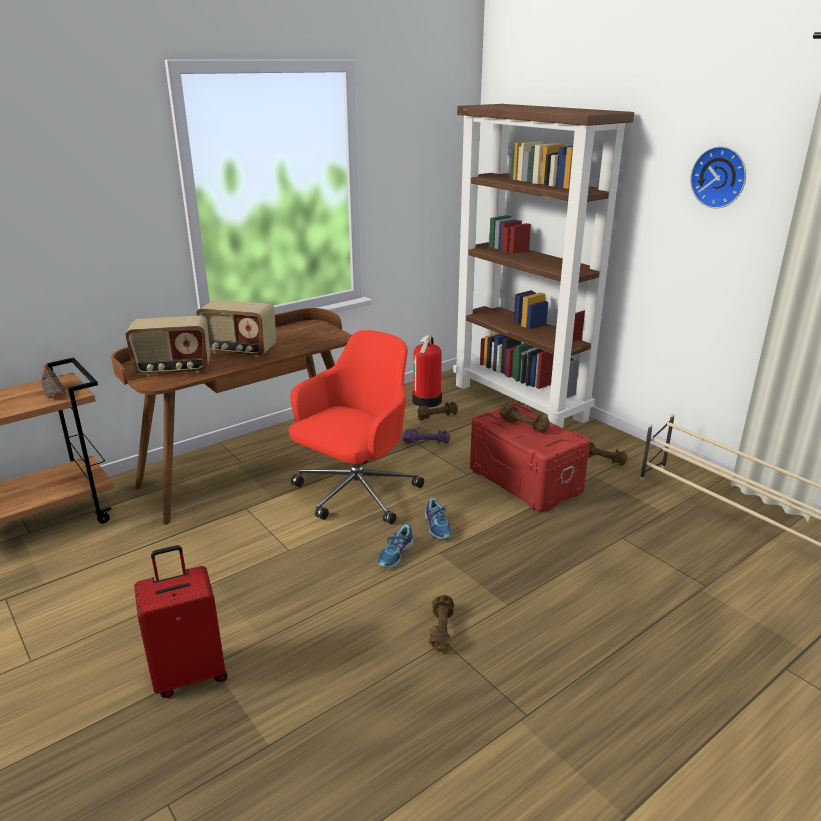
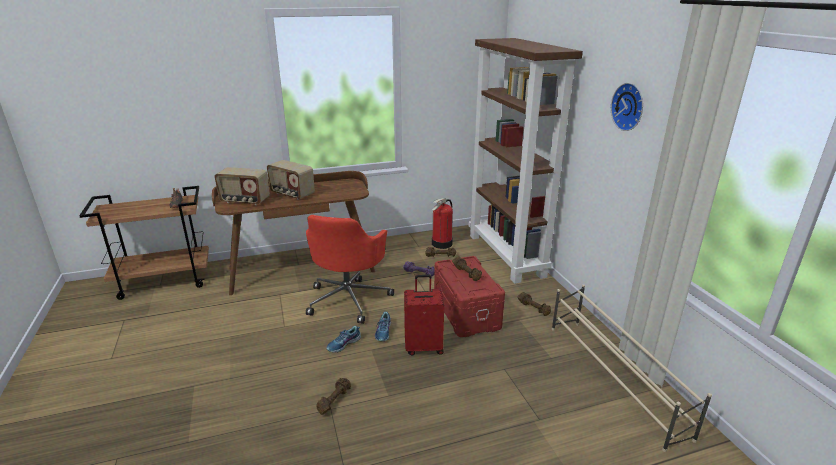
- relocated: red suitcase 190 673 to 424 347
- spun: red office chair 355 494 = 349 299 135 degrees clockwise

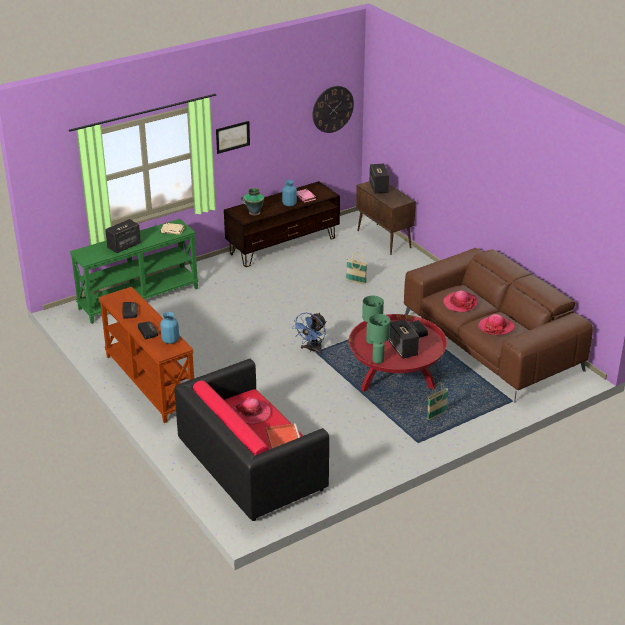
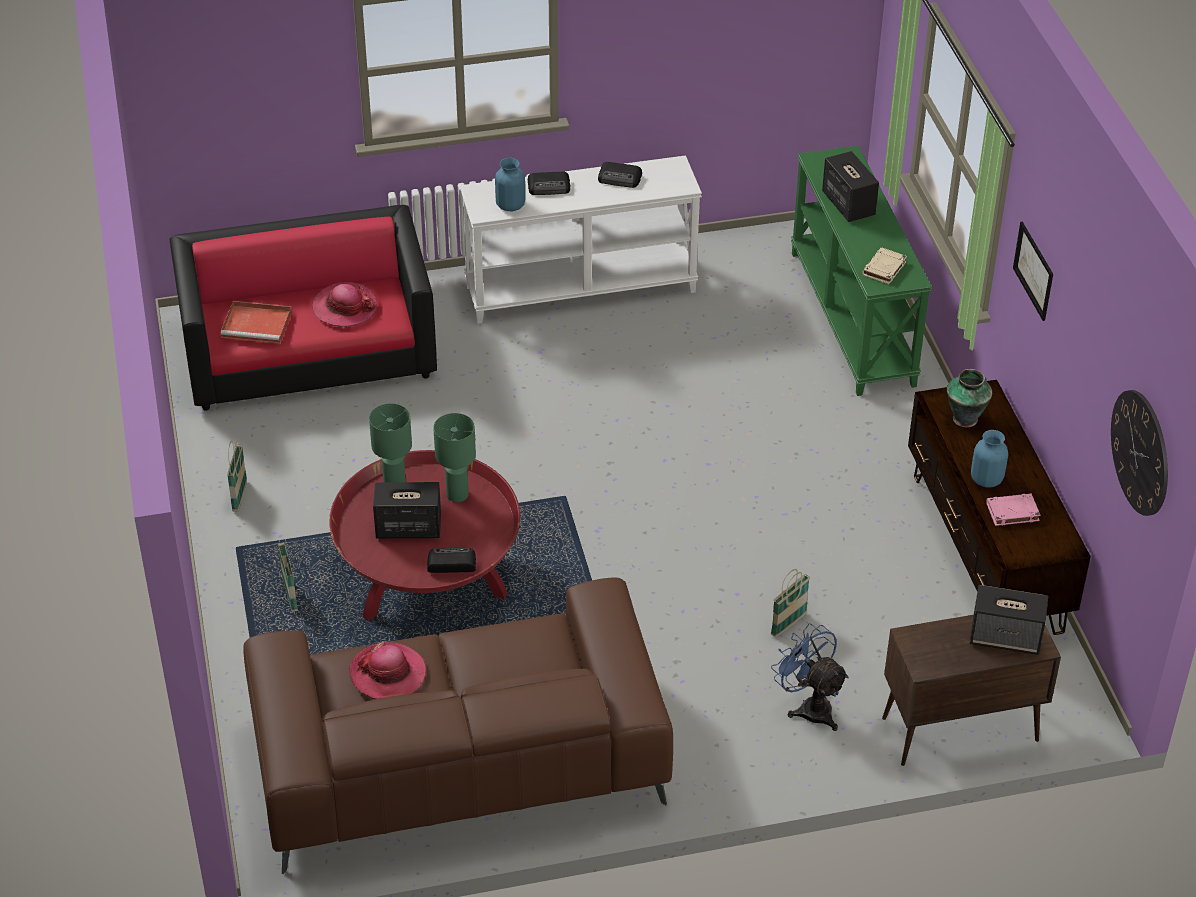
- missing: hat 460 303
- appeared: basket 239 496
- relocated: blue fan 312 350 to 809 707
- colour: brown console table 149 383 to white console table 581 288

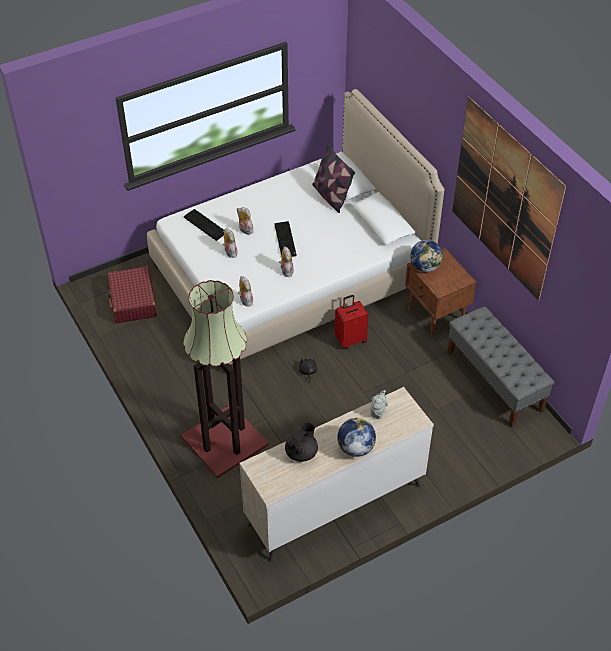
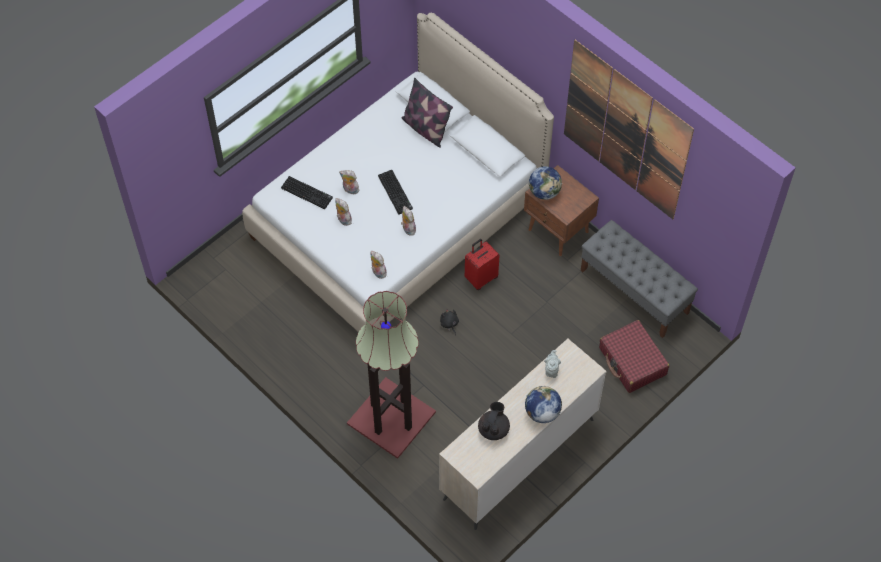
- relocated: red suitcase 133 301 to 632 361

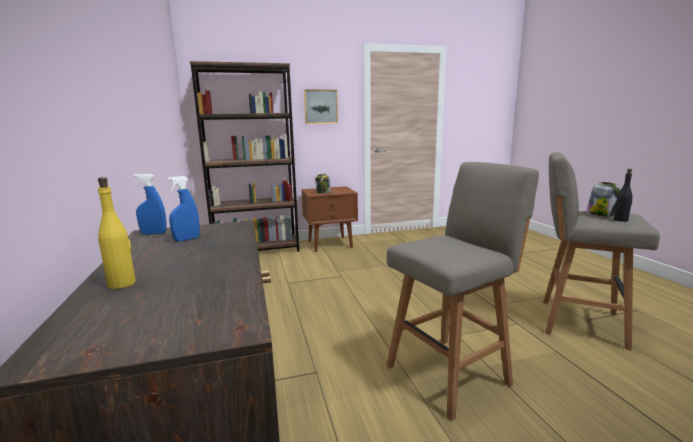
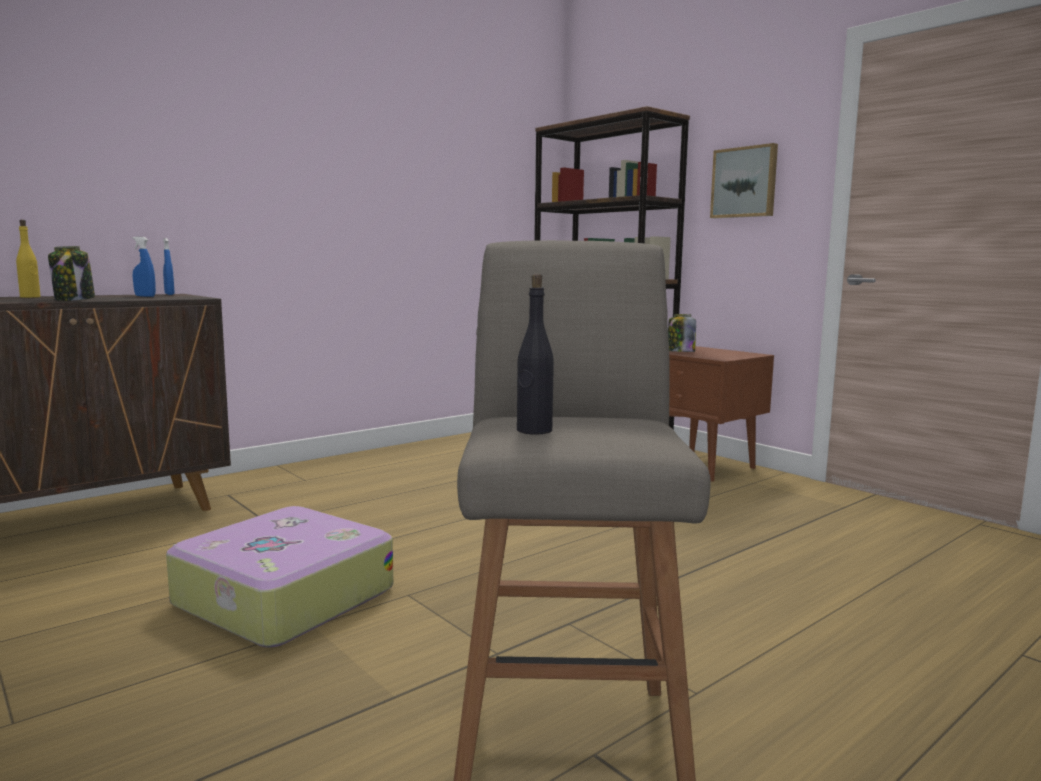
- relocated: jar 600 214 to 74 299
- exchanged: grey stool 450 373 to suitcase 282 597

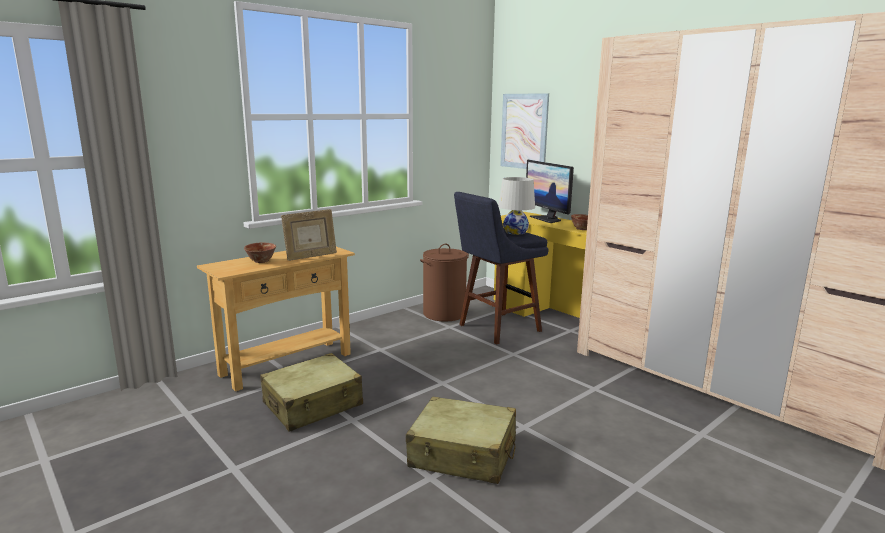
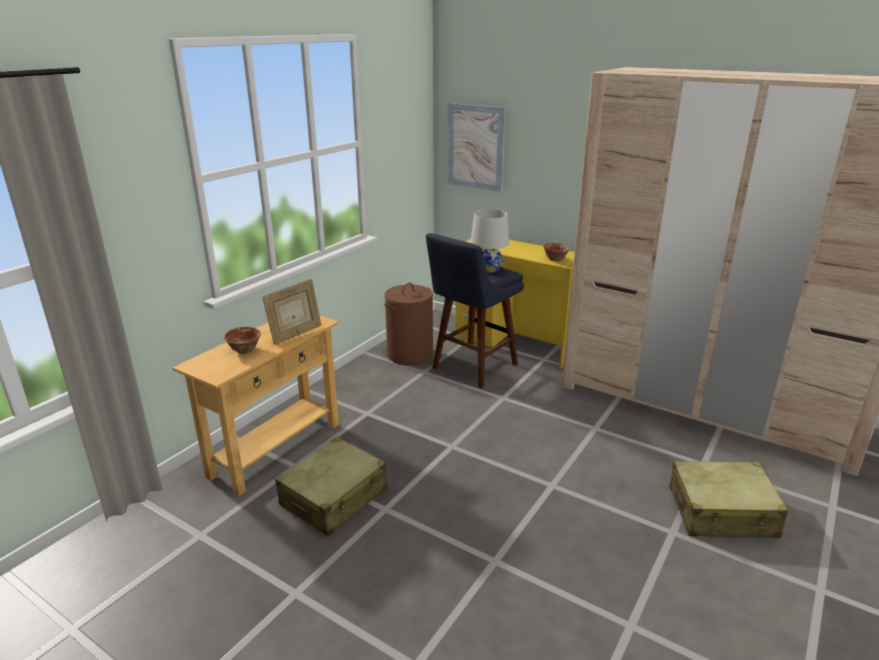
- missing: monitor 547 219
- relocated: beige suitcase 463 454 to 722 512

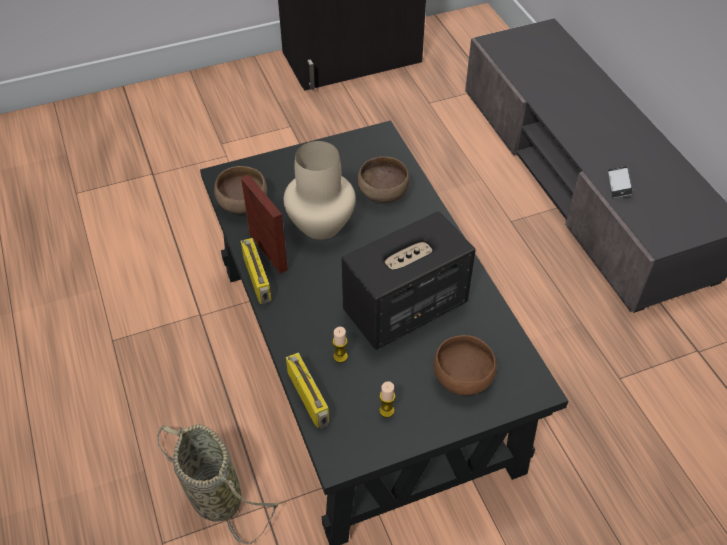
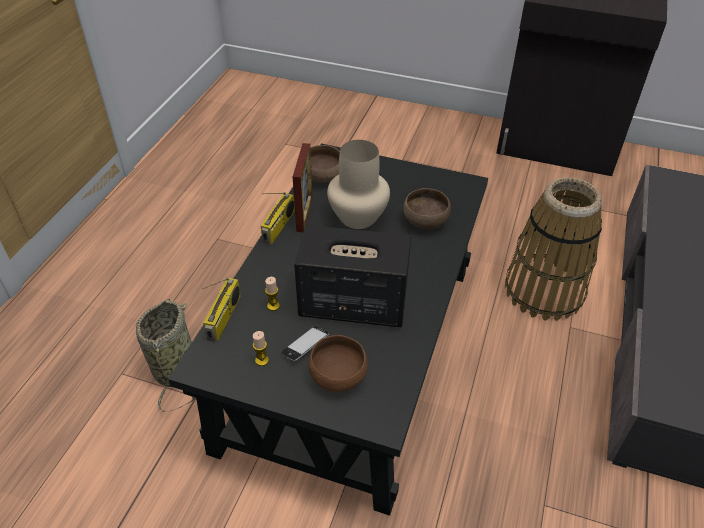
- appeared: basket 544 291
- relocated: phone 619 185 to 305 346

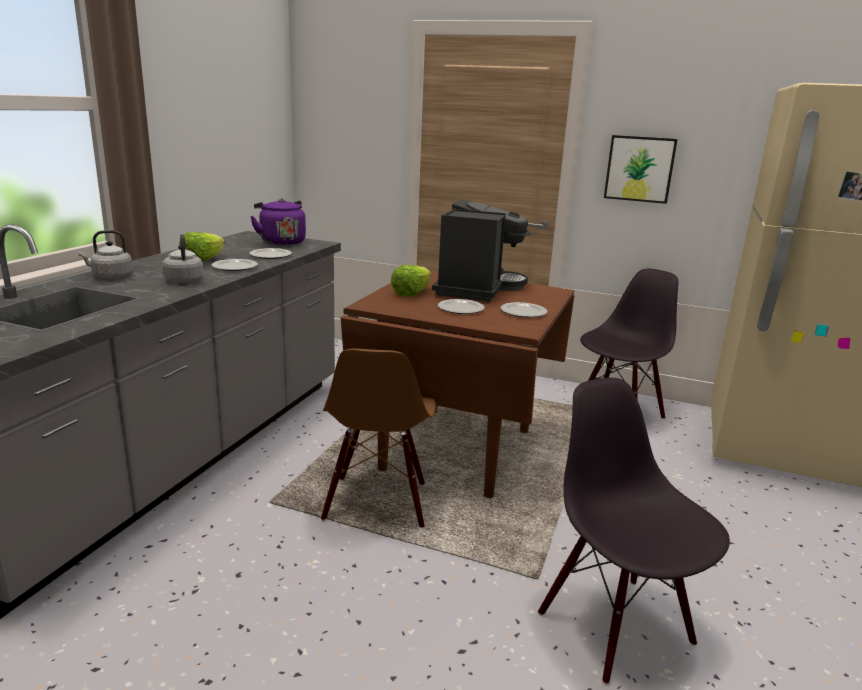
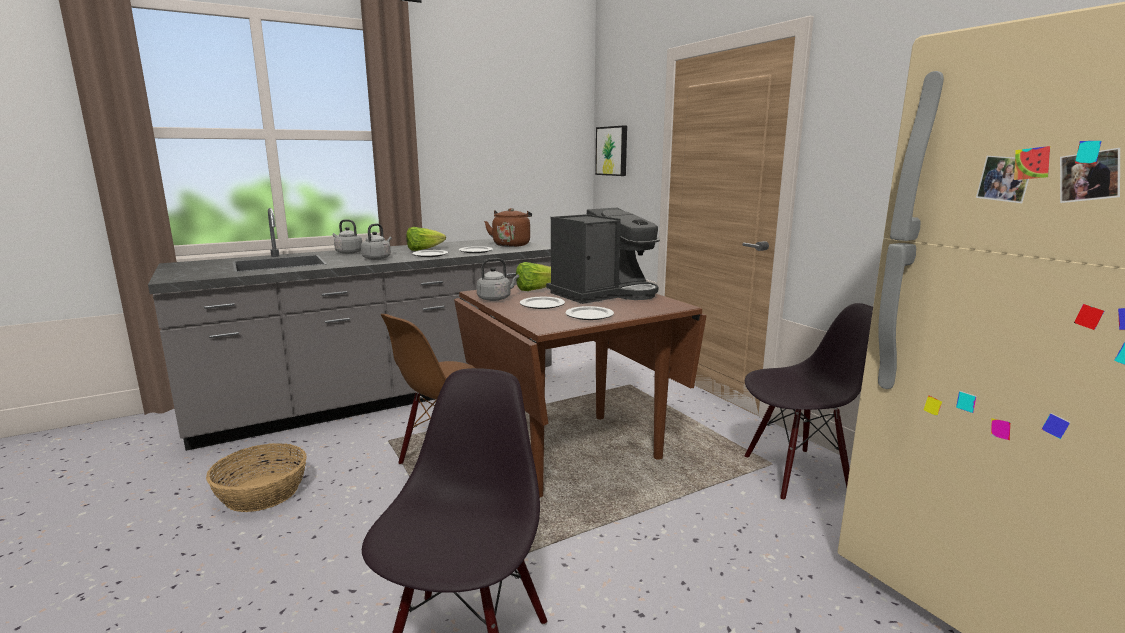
- appeared: basket 262 492
- appeared: grey kettle 496 298
- relocated: picture 639 169 to 612 151
- colour: purple kettle 281 242 to brown kettle 511 244

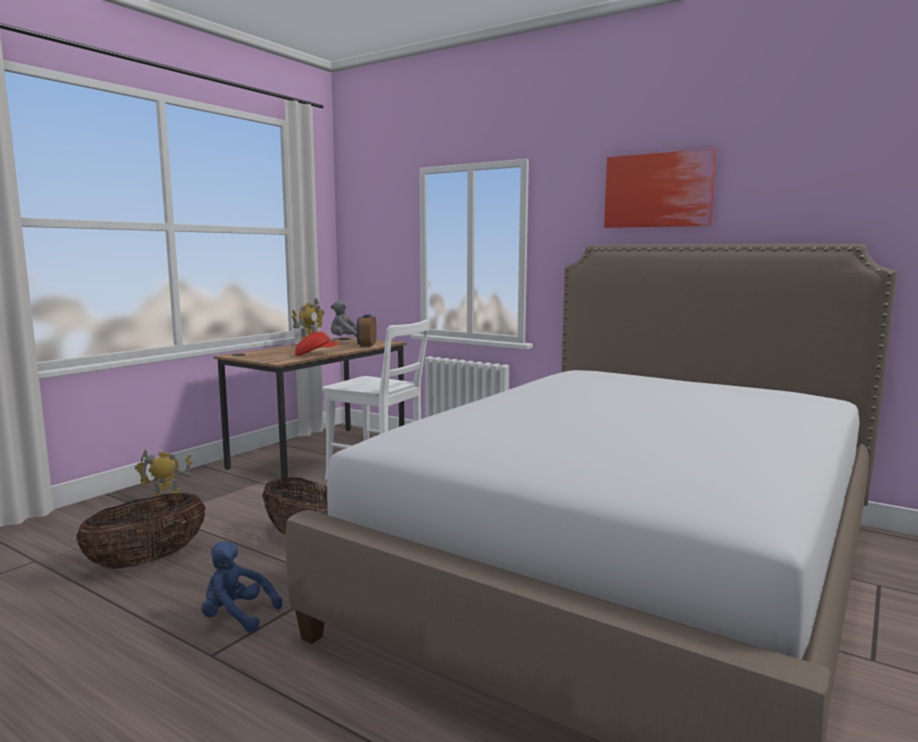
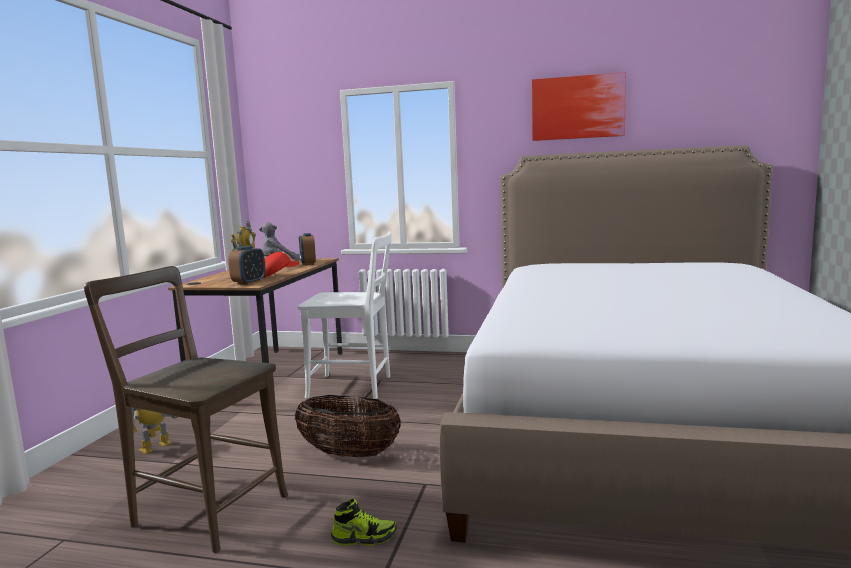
- appeared: alarm clock 249 282
- exchanged: basket 147 561 to brown chair 205 509
- exchanged: blue plush toy 236 616 to shoe 364 538

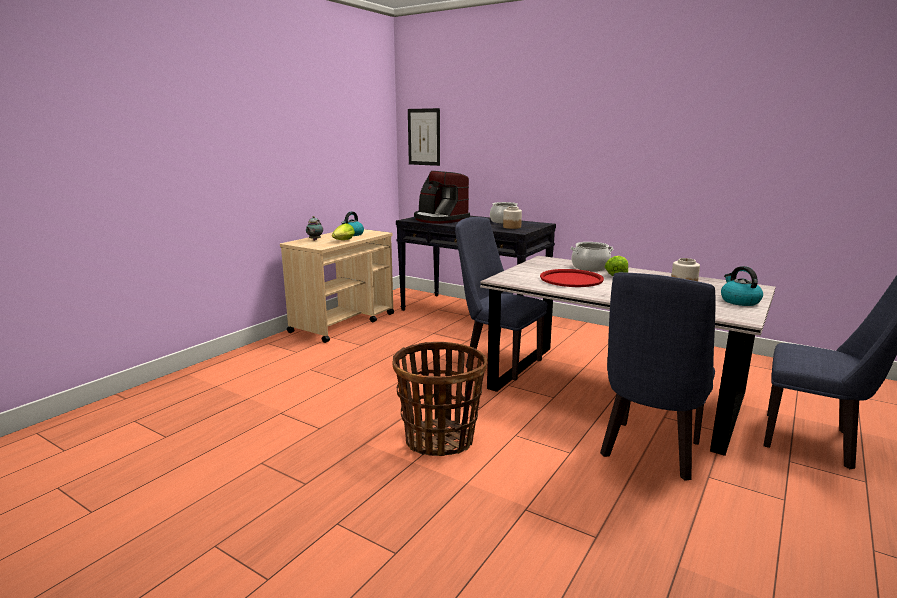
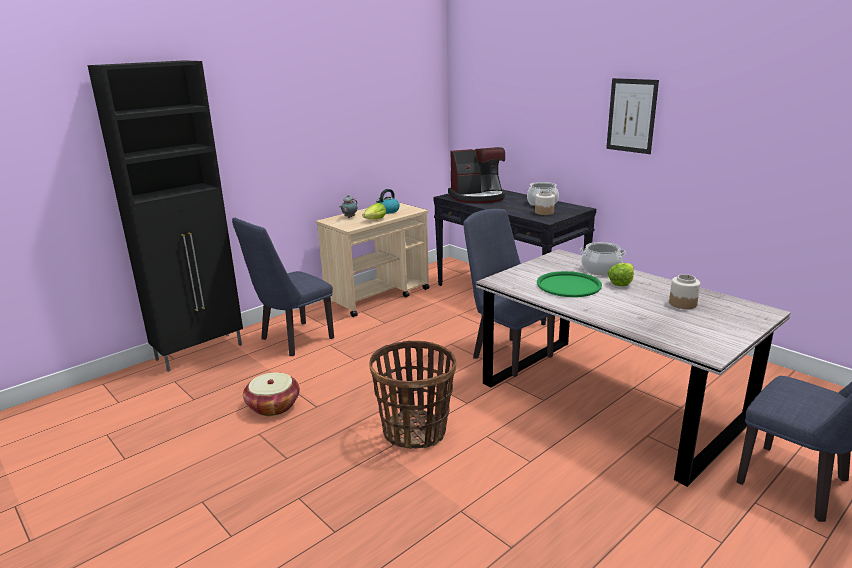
- missing: kettle 739 301
- appeared: black cabinet 201 352
- appeared: basket 273 406
- relocated: picture 424 137 to 631 115
- relocated: blue chair 649 454 to 292 341
- colour: red tray 571 279 to green tray 568 285
- spun: coffee machine 440 219 = 478 197 75 degrees counterclockwise

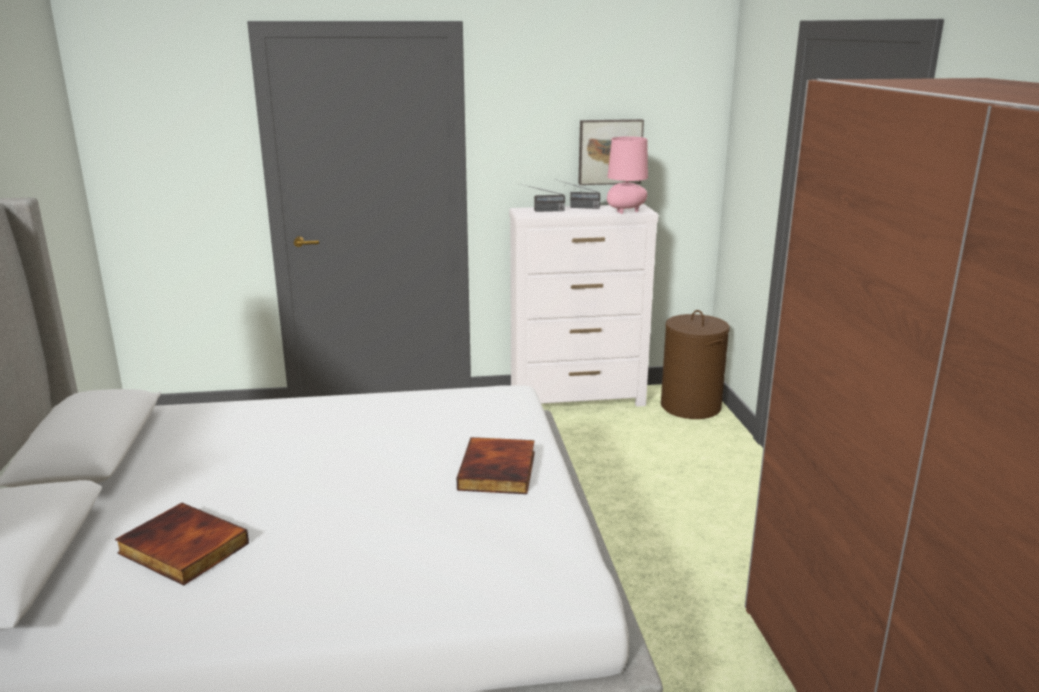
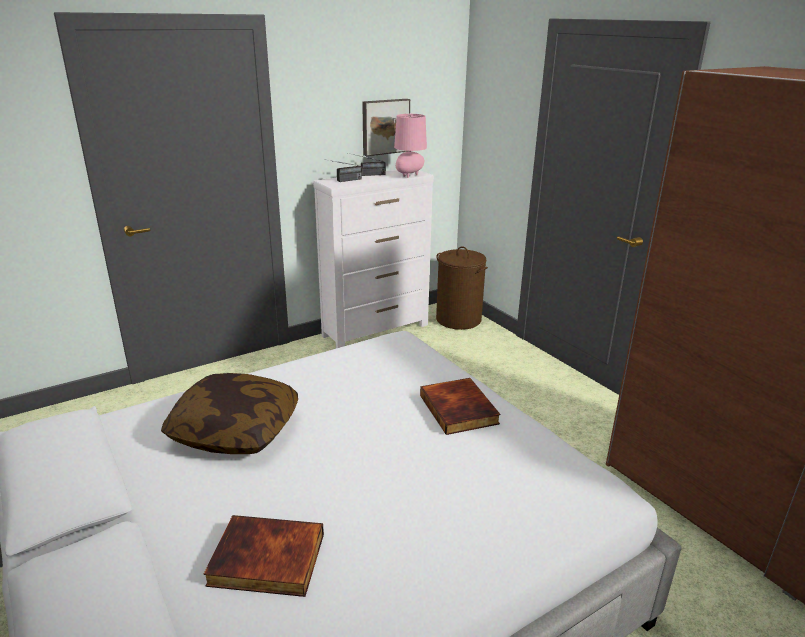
- appeared: pillow 235 430

